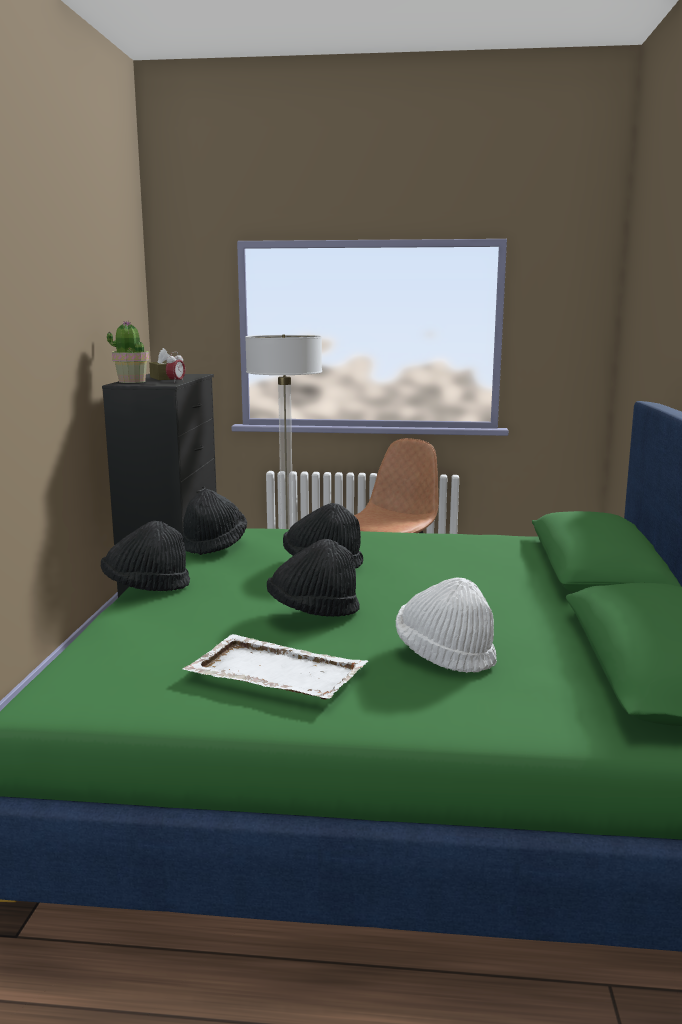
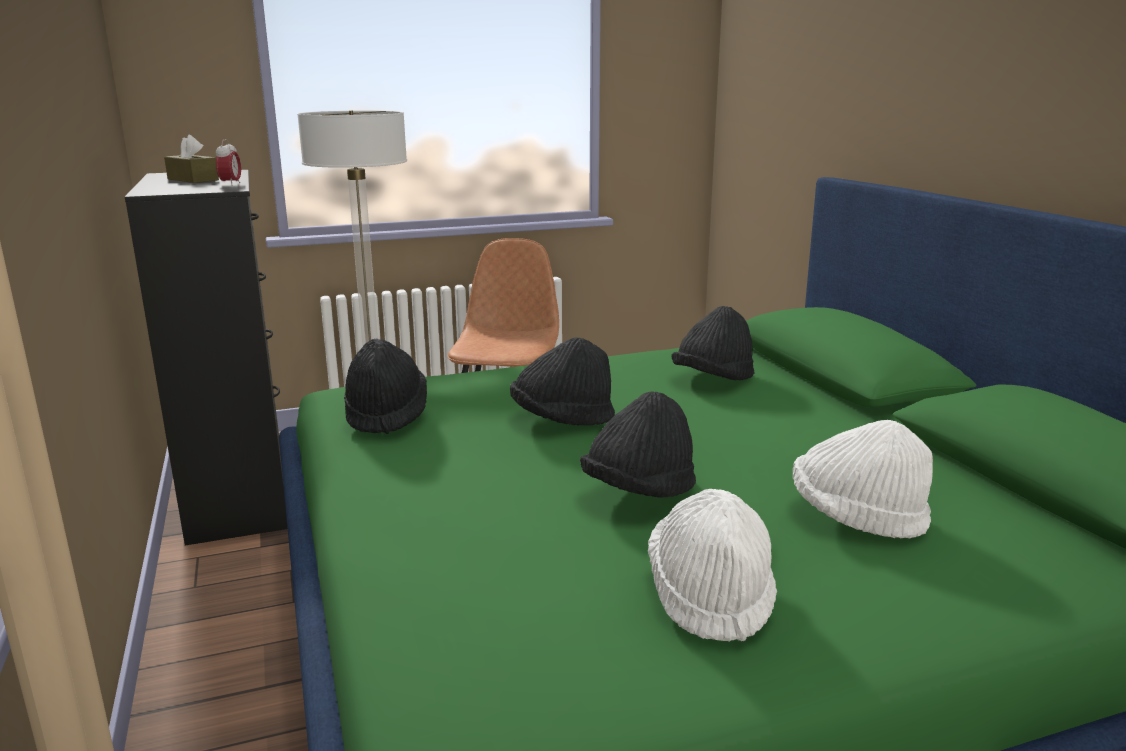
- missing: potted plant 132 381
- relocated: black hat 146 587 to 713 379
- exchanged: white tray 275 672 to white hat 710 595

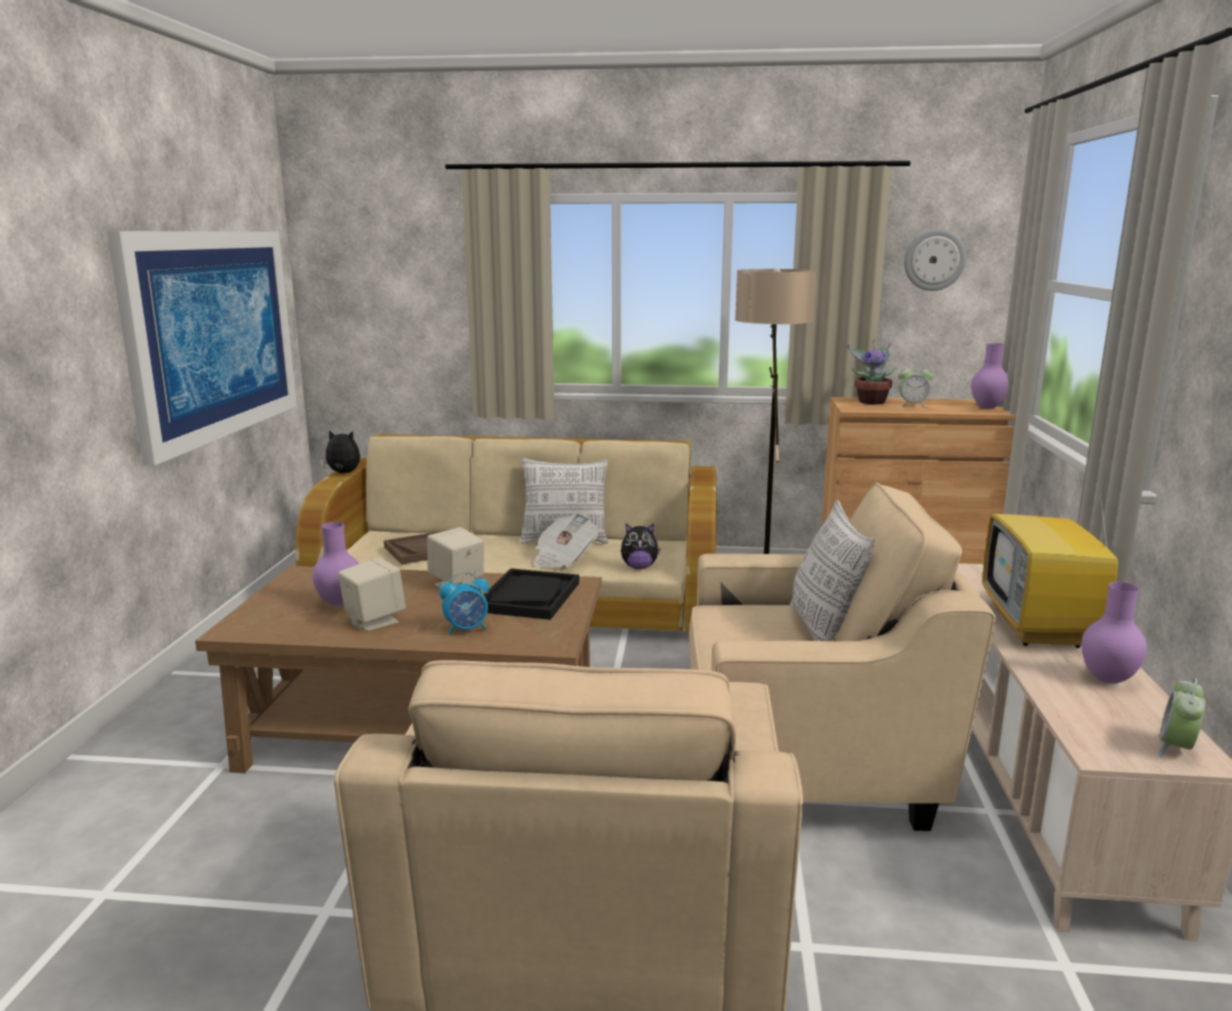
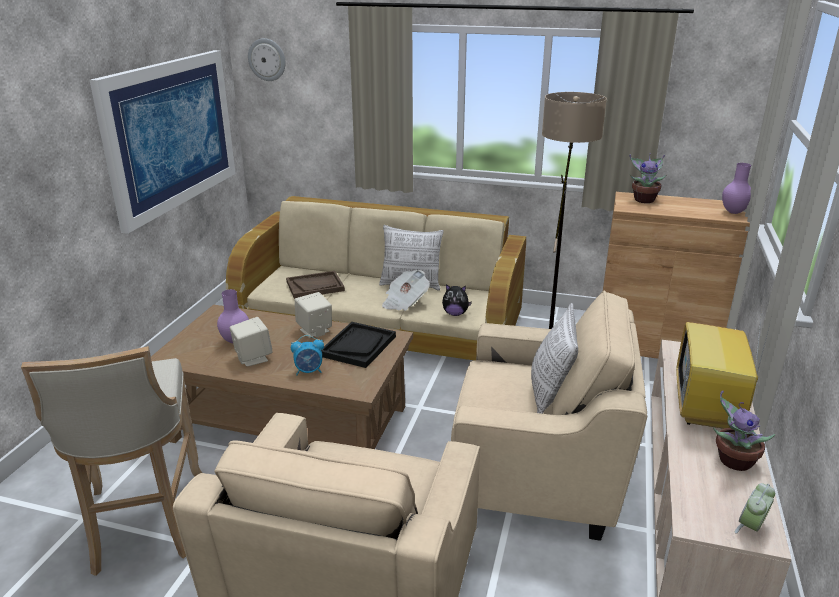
- missing: plush toy 343 473
- missing: alarm clock 912 405
- appeared: beige stool 144 525
- relocated: wall clock 934 260 to 267 59
- exchanged: purple vase 1106 679 to potted plant 732 461

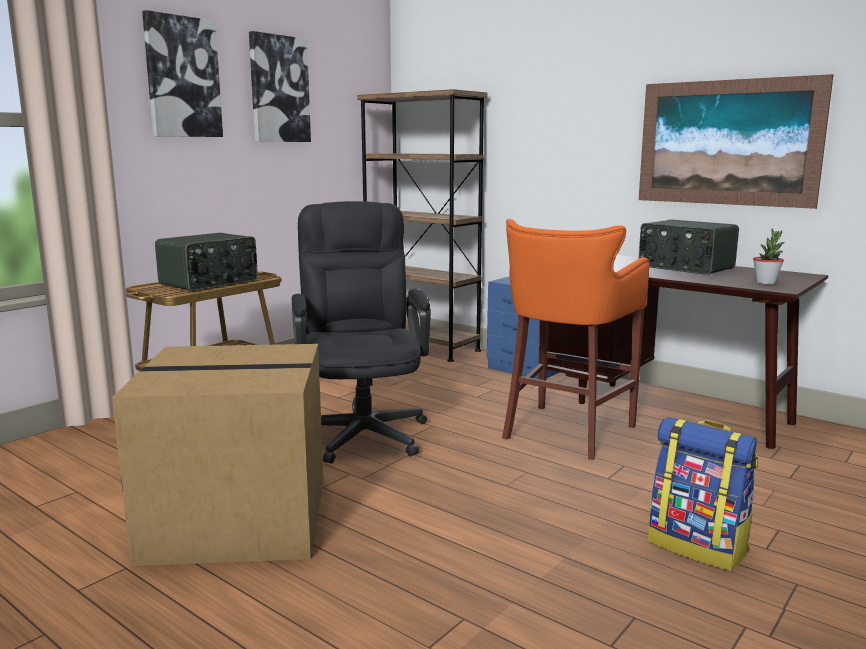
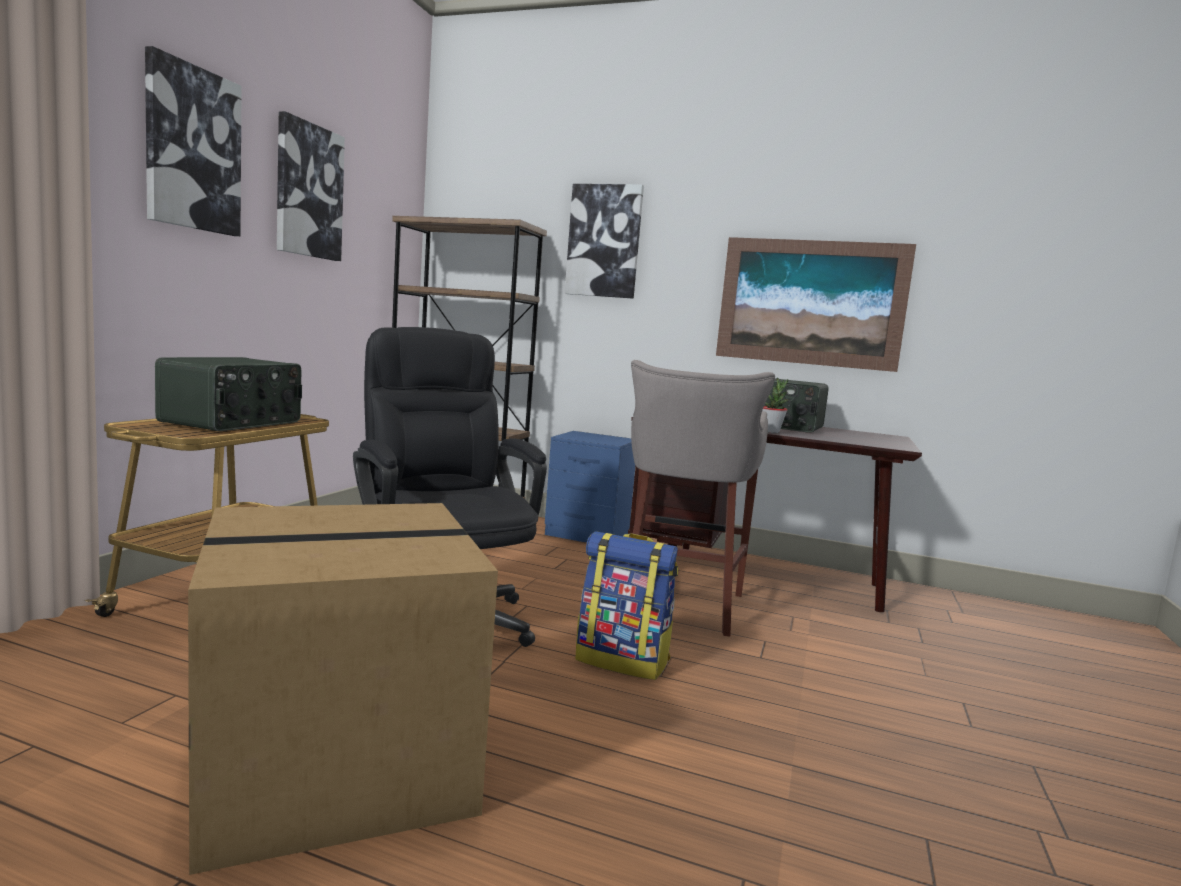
- appeared: picture 604 241
- relocated: backpack 698 546 to 623 660
- relocated: potted plant 766 282 to 770 431
- colour: orange stool 565 432 to grey stool 678 606

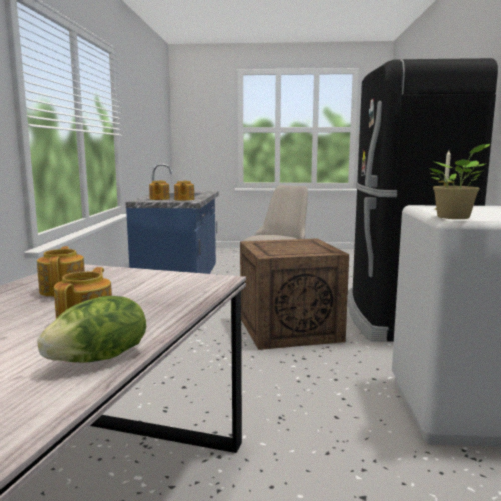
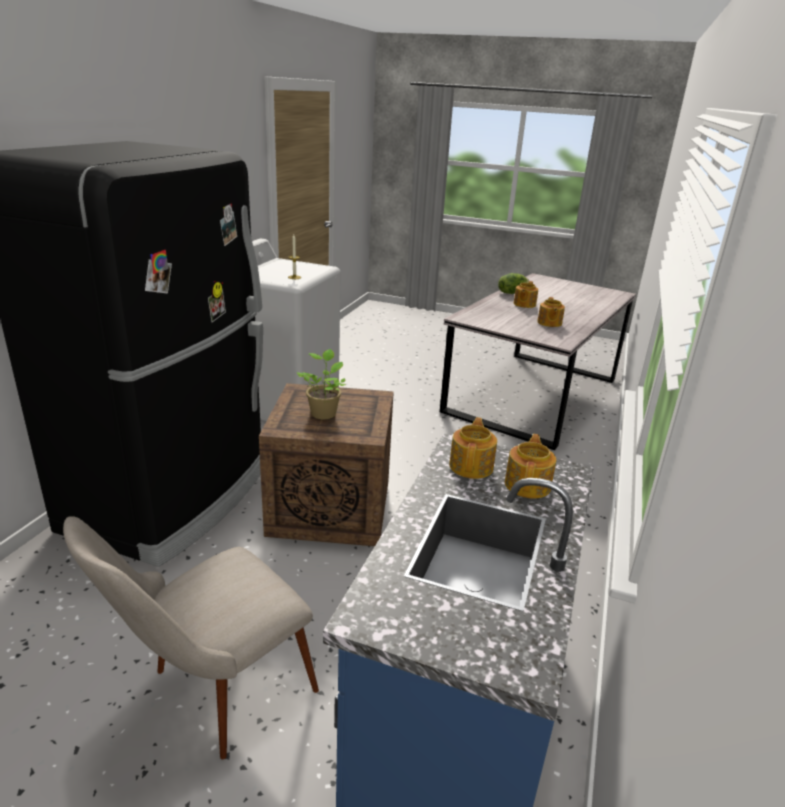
- relocated: potted plant 455 218 to 323 413

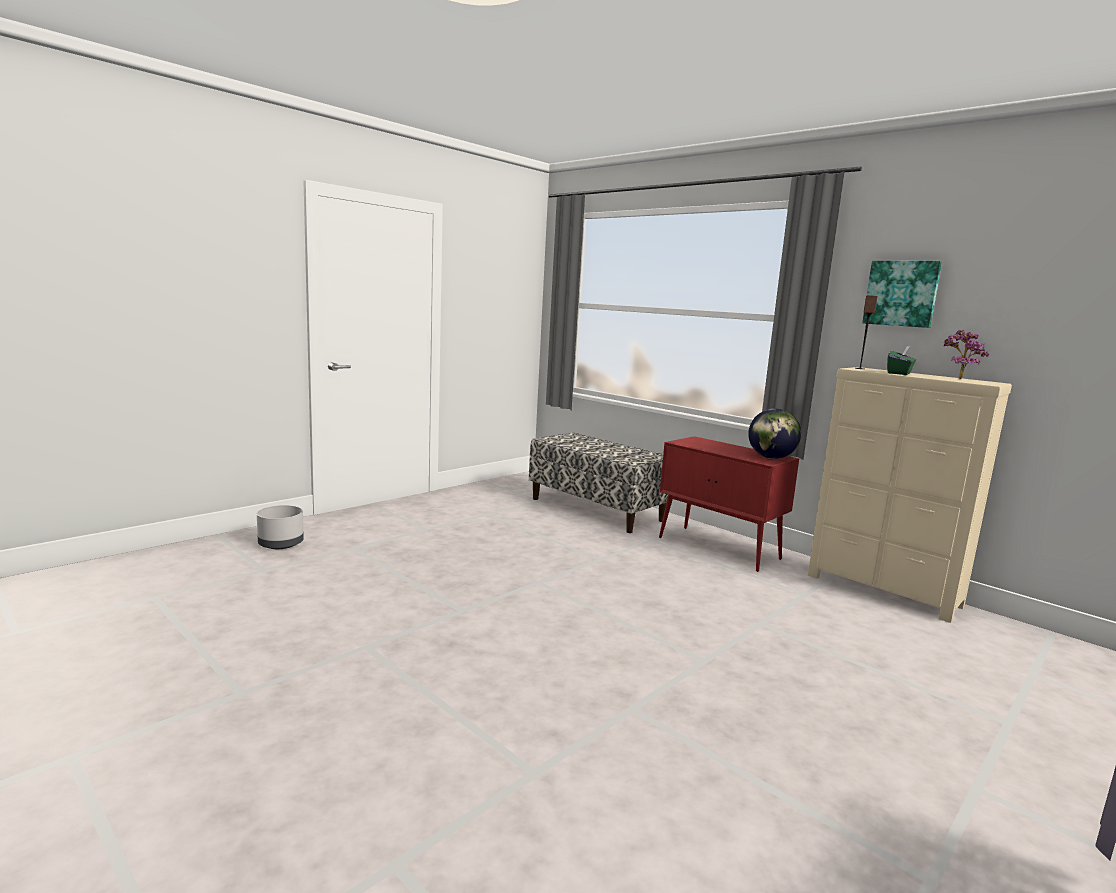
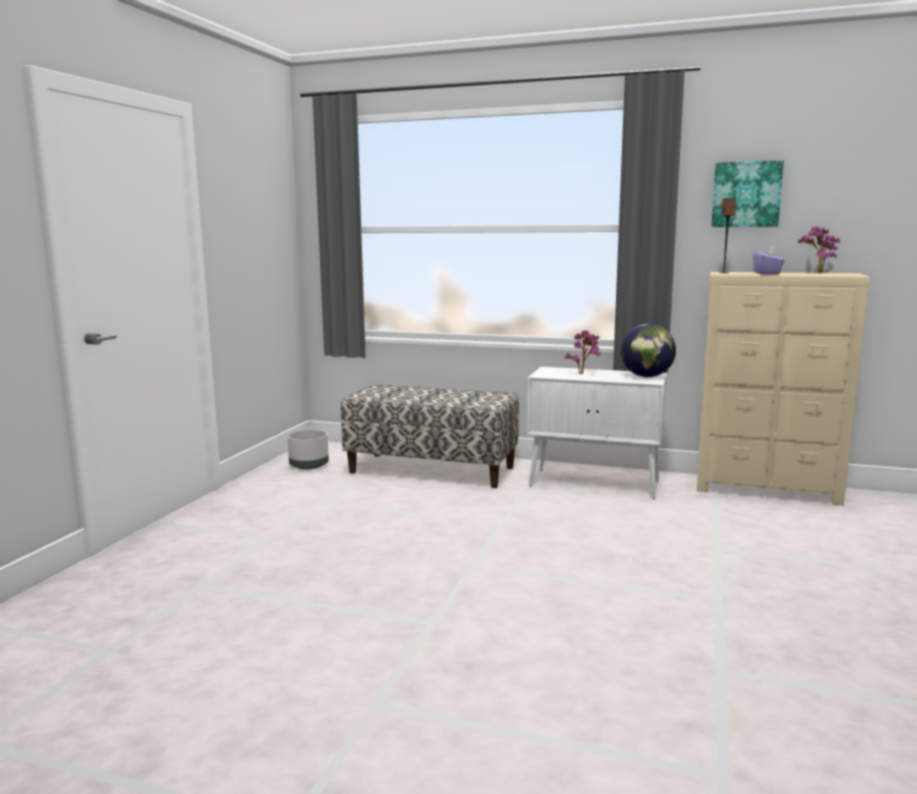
- appeared: potted plant 583 374
- relocated: grey planter 281 544 to 309 465
- colour: red cabinet 719 548 to white cabinet 595 483
- colour: green tissue box 899 373 to purple tissue box 767 273

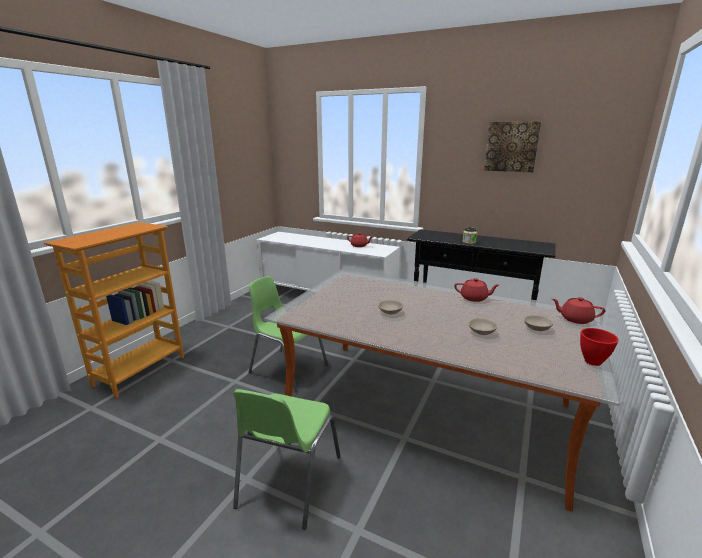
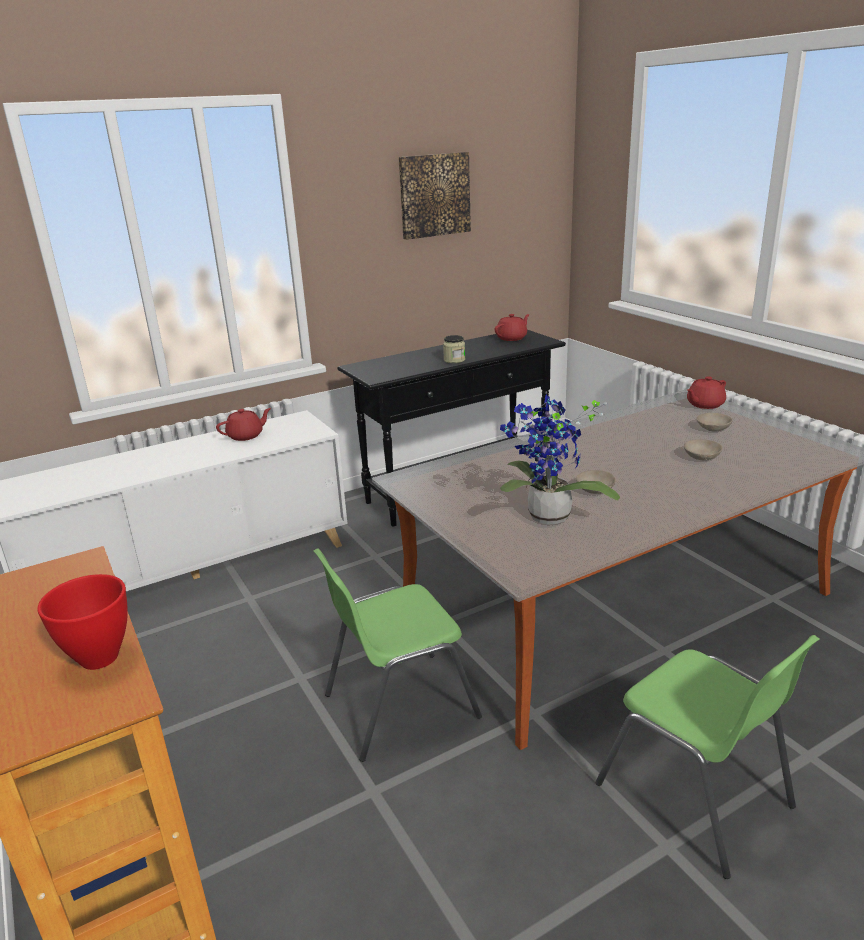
- appeared: potted plant 547 519
- relocated: red teapot 474 298 to 512 338
- relocated: red bowl 592 362 to 100 659

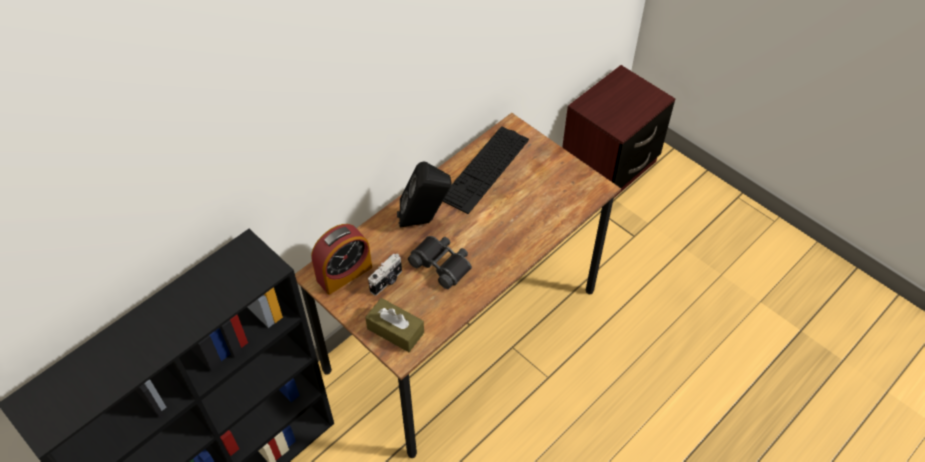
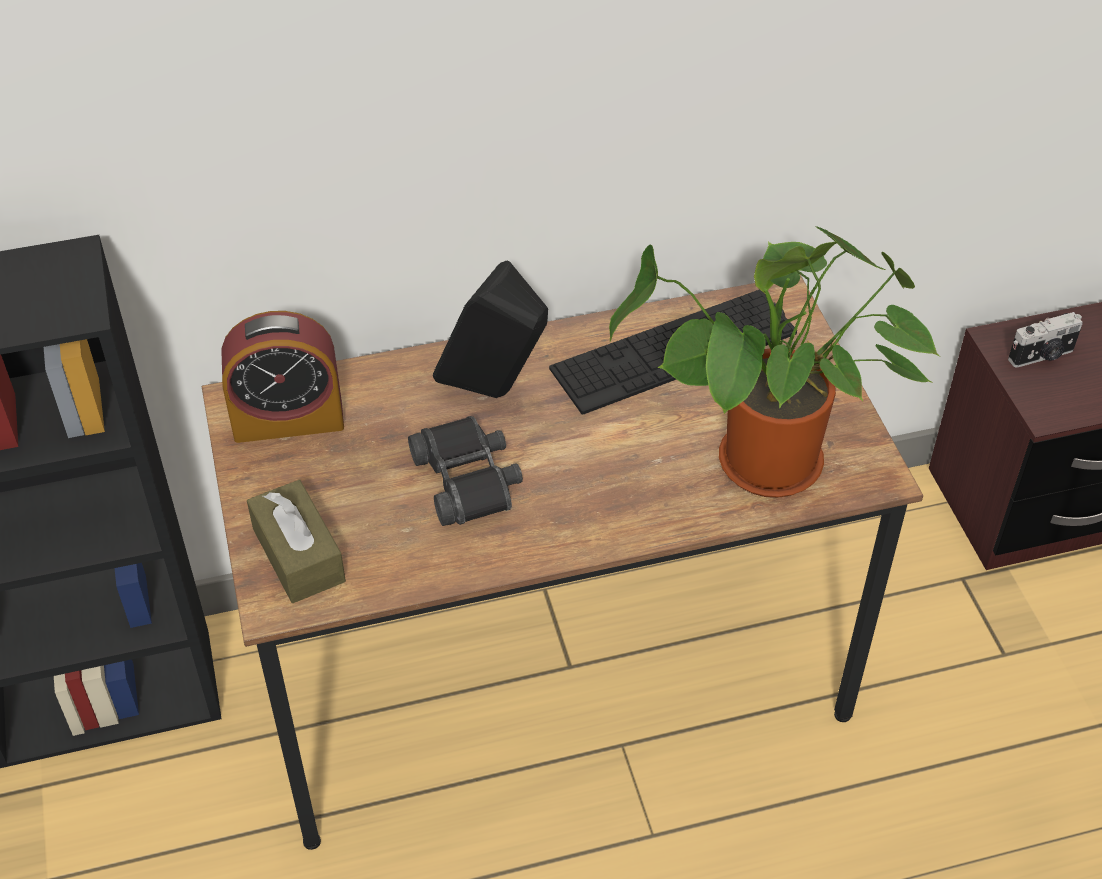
- appeared: potted plant 763 472
- relocated: photo camera 387 281 to 1042 356

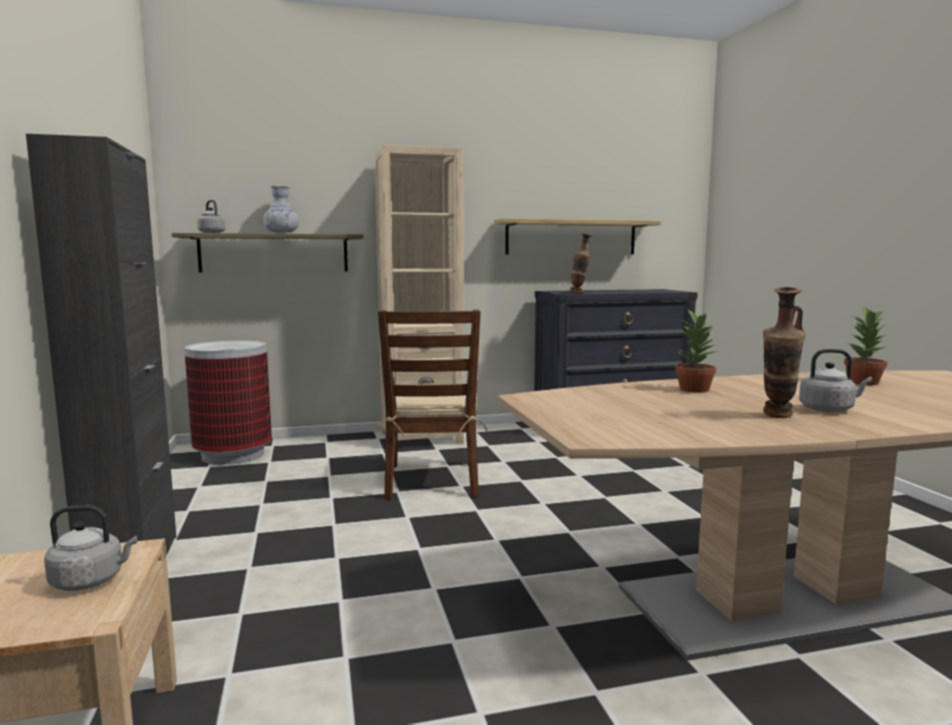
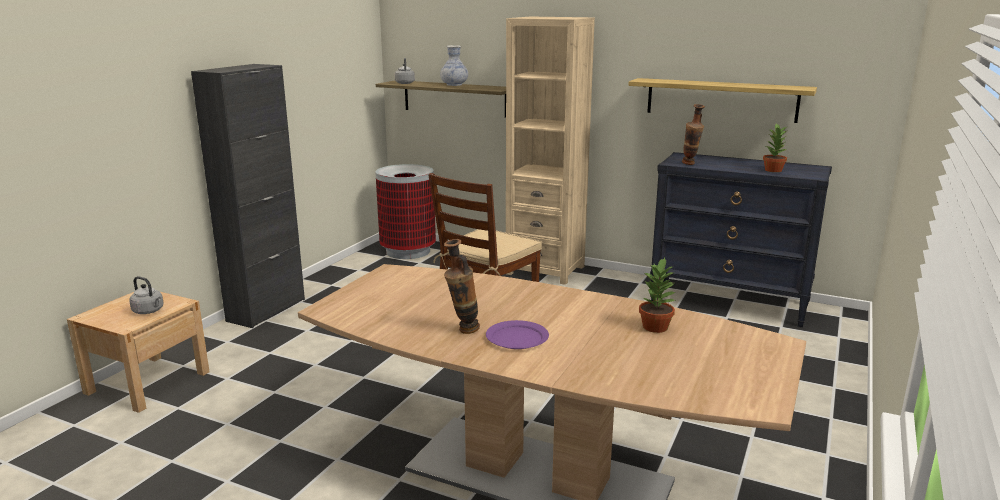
- relocated: potted plant 694 389 to 773 170
- exchanged: grey kettle 829 409 to purple plate 517 338

